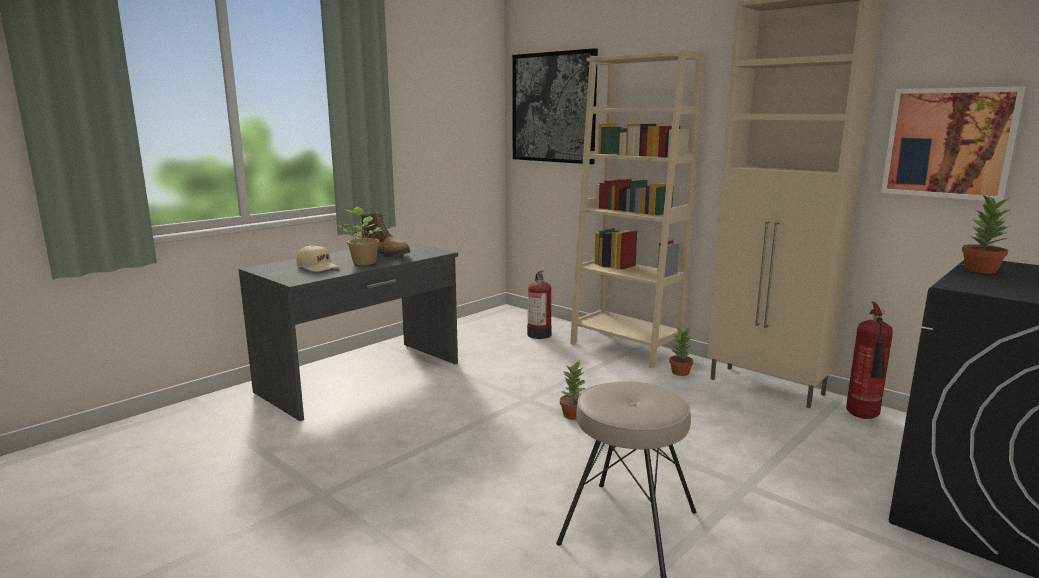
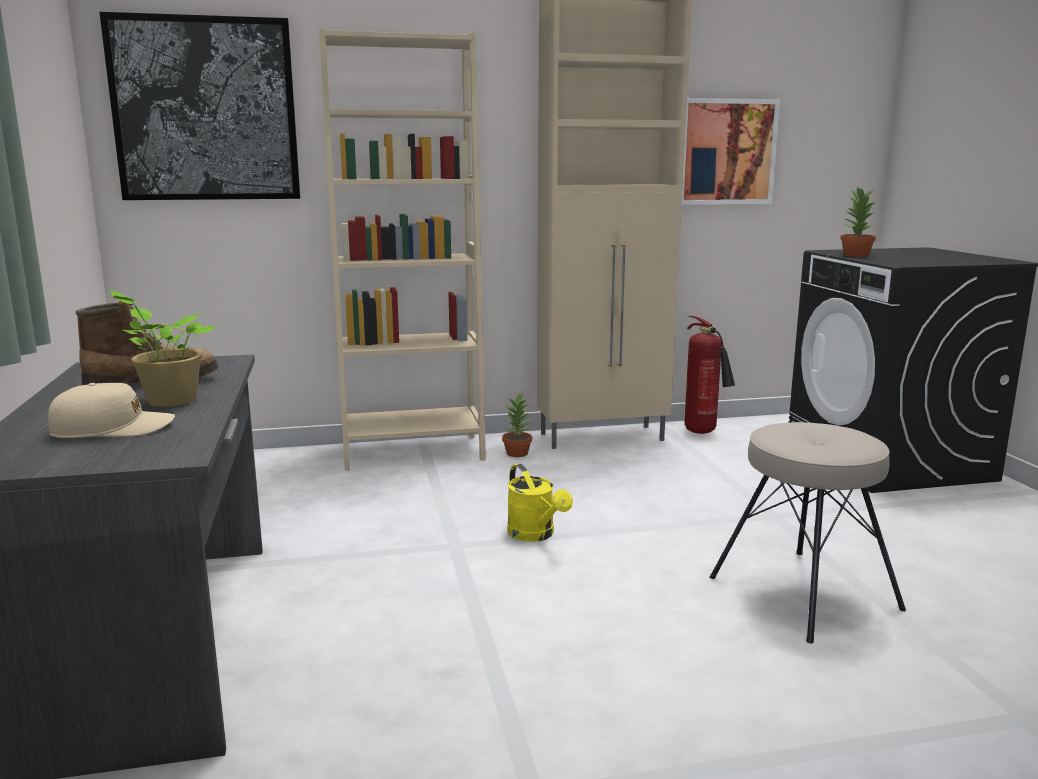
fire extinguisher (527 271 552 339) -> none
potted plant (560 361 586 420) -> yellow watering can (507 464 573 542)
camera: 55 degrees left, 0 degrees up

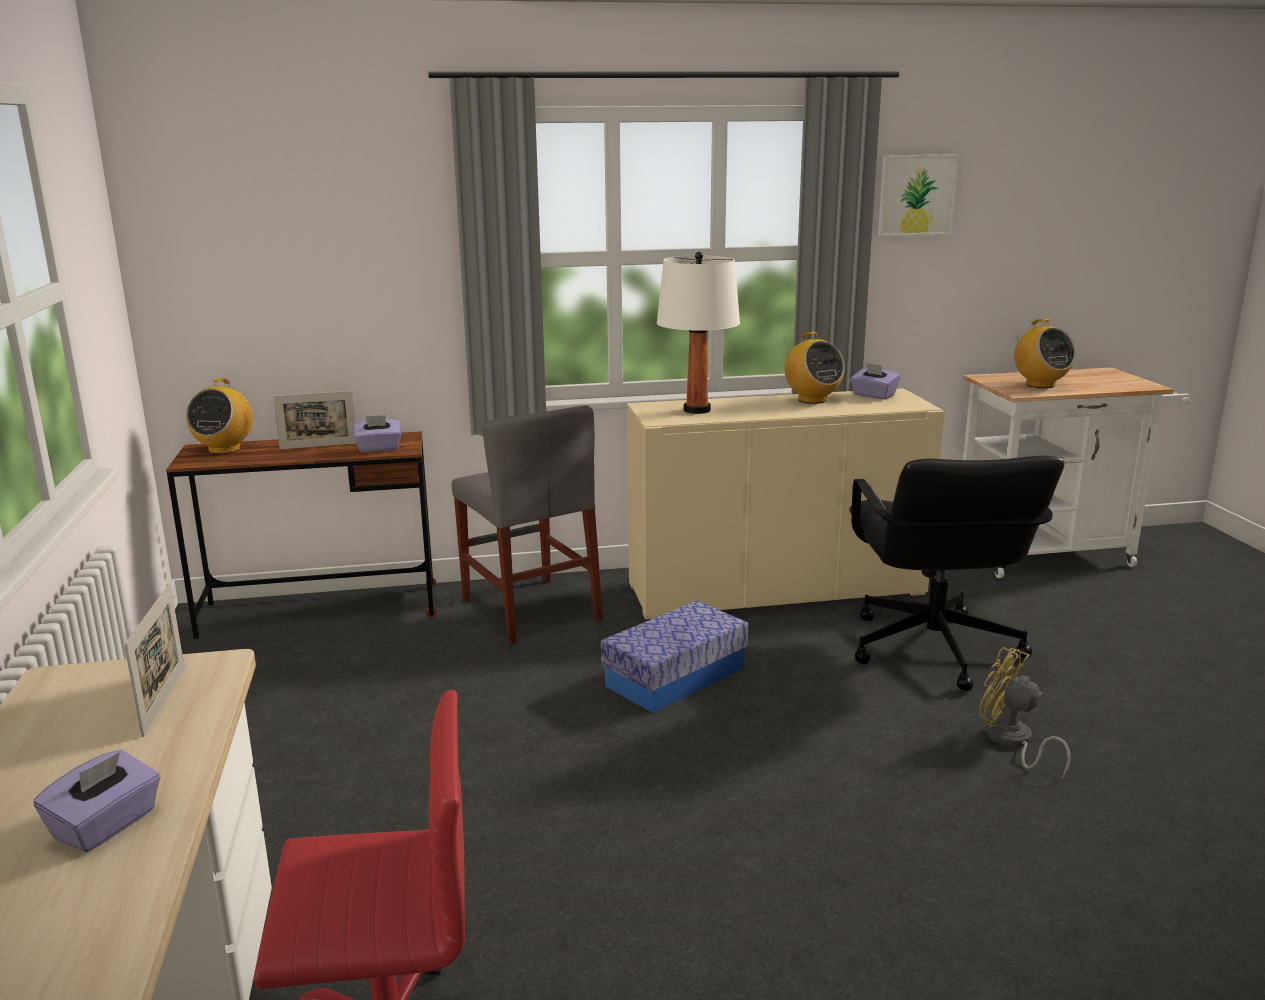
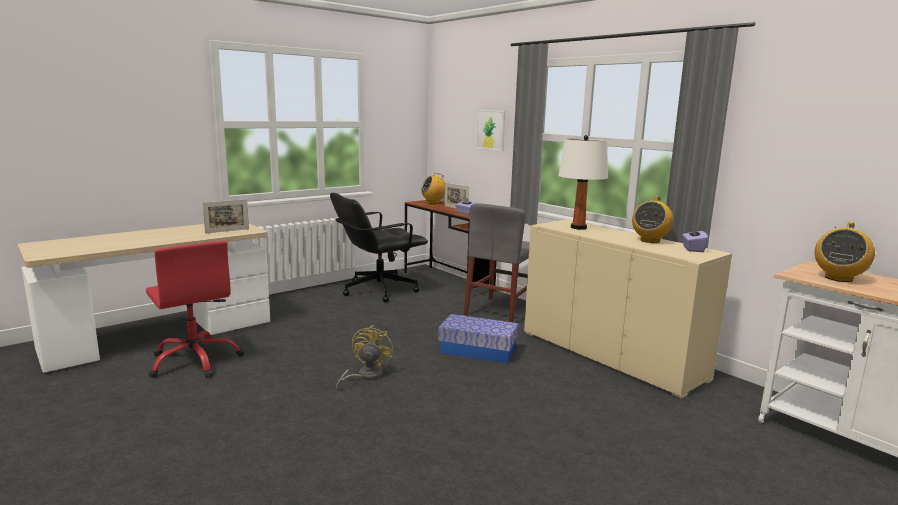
picture (878 154 959 236) -> picture (476 110 506 151), shifted
black office chair (849 456 1065 691) -> black office chair (330 193 428 303), shifted
yellow fan (979 647 1071 779) -> yellow fan (336 325 393 390), shifted
purple tissue box (33 749 160 852) -> none
camera: 60 degrees right, 5 degrees down

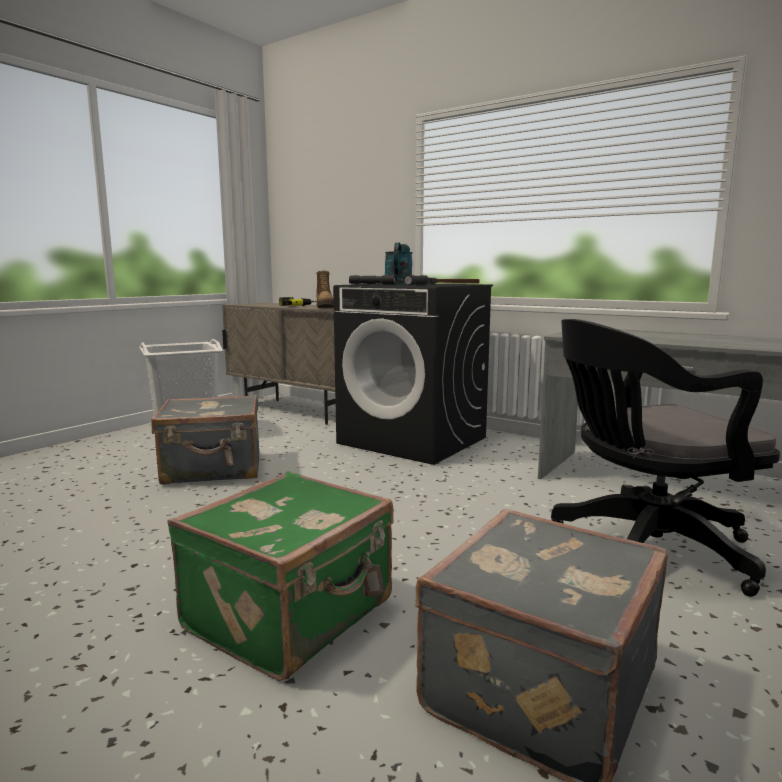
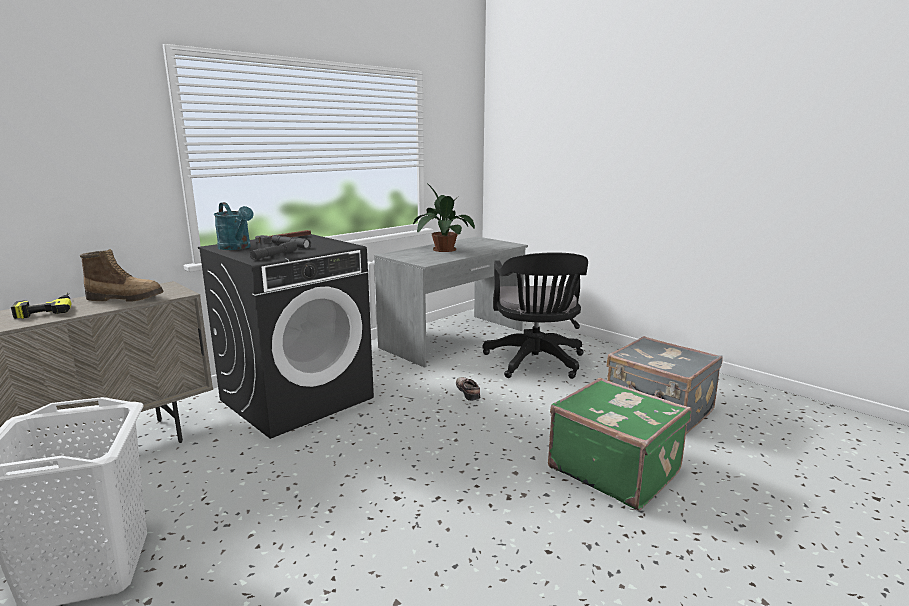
turquoise watering can (385 243 413 284) -> turquoise watering can (214 202 253 250), 150 degrees counterclockwise
grey suitcase (151 395 260 485) -> none
none -> potted plant (413 183 475 252)
none -> shoe (456 377 480 401)
camera: 80 degrees left, 5 degrees up

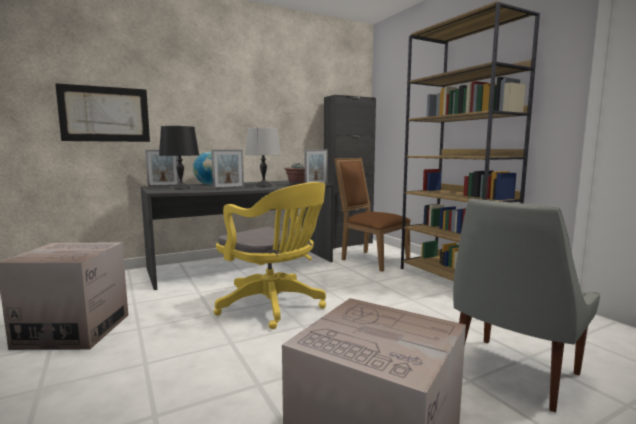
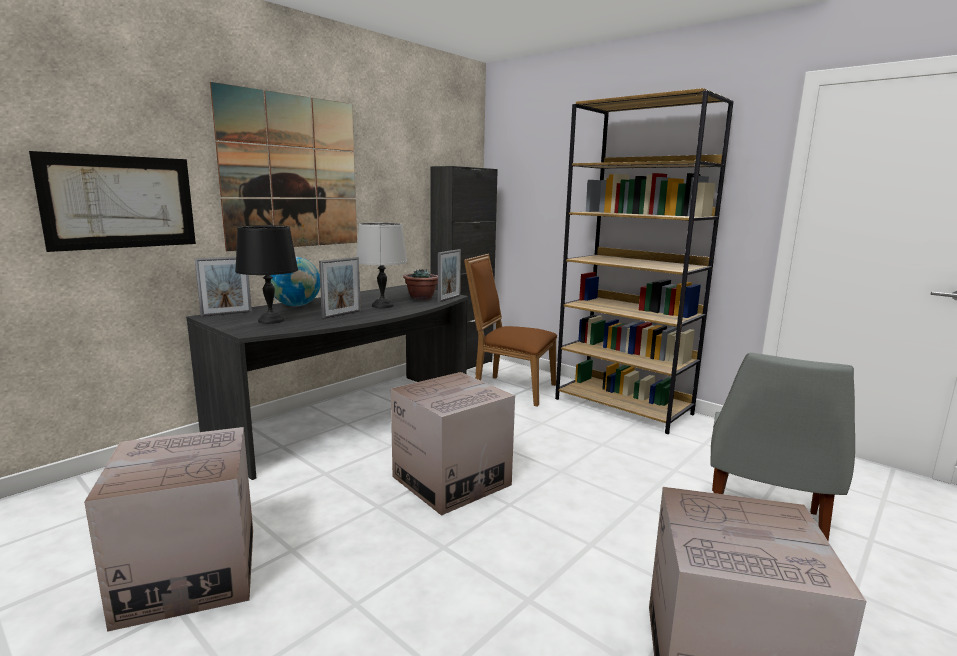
yellow office chair (214 182 326 329) -> cardboard box (391 372 515 516)
none -> picture (210 82 357 251)
camera: 20 degrees left, 5 degrees up

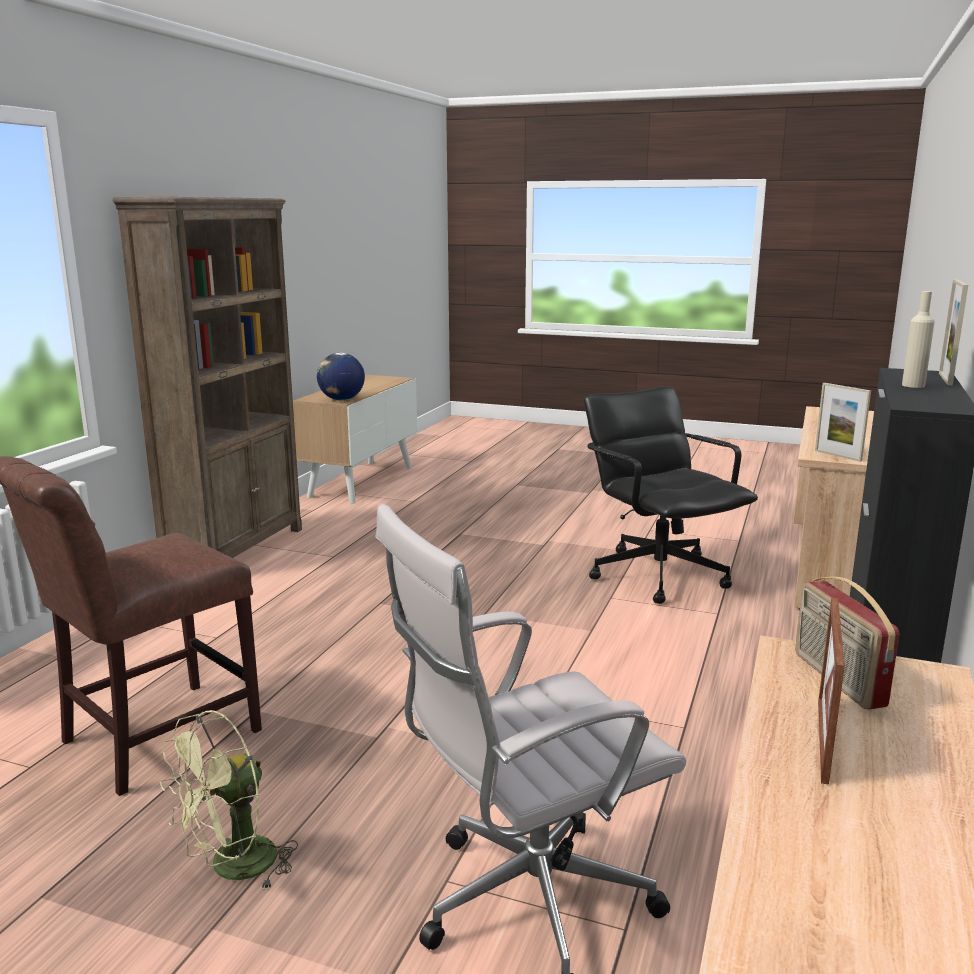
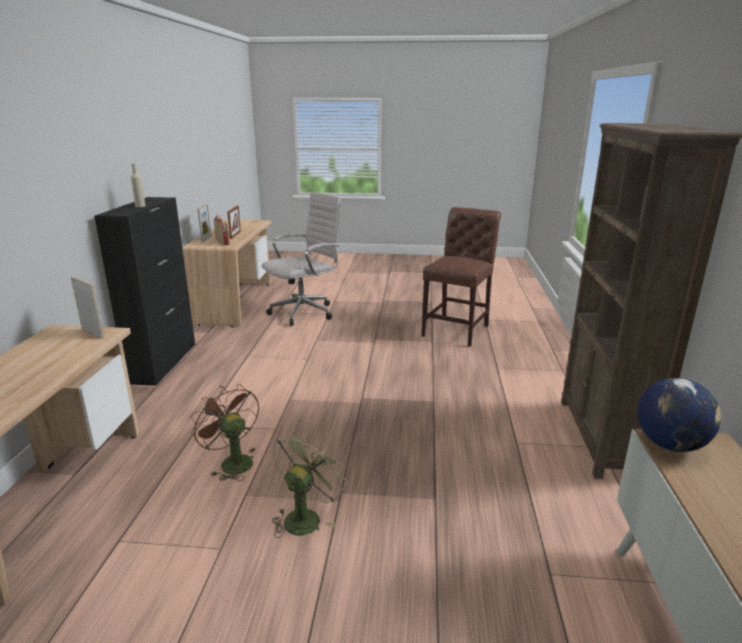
picture frame (939 279 968 385) -> picture frame (197 204 211 243), shifted
black office chair (584 386 758 604) -> brown fan (190 384 259 481)
green fan (160 710 298 891) -> green fan (272 431 347 538), shifted
camera: 165 degrees right, 5 degrees up

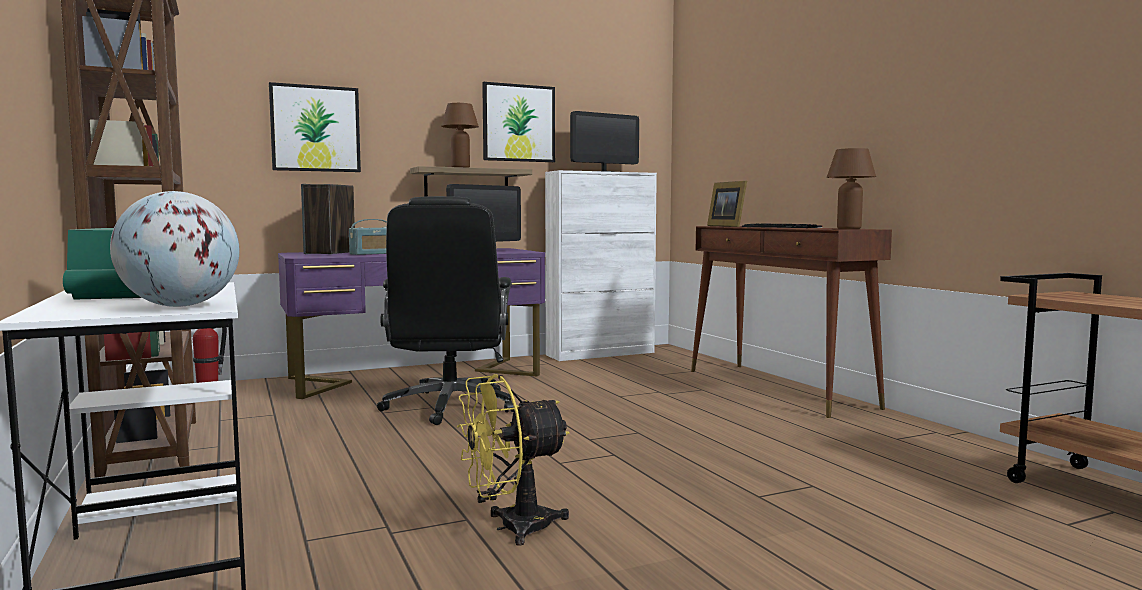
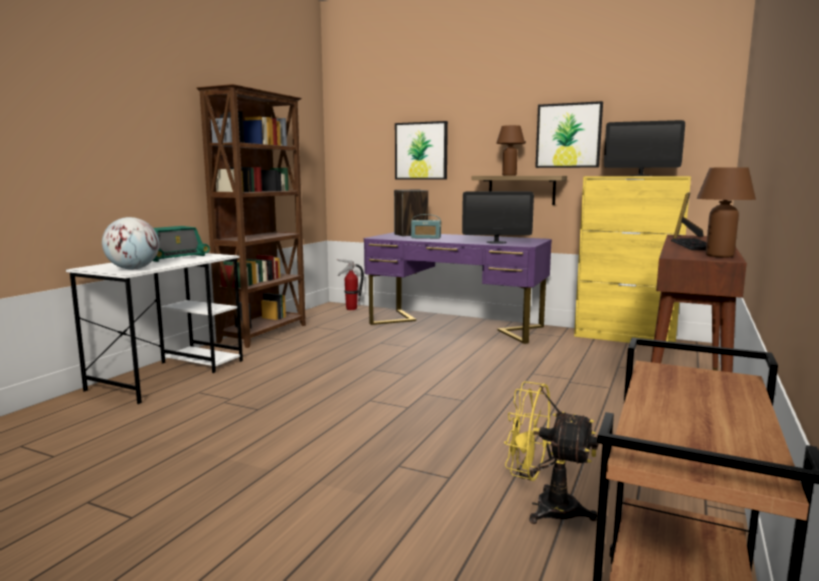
white cabinet (545 170 657 361) -> yellow cabinet (574 176 691 343)
black office chair (377 196 514 425) -> none
yellow fan (457 374 570 546) -> yellow fan (504 381 599 524), shifted
camera: 50 degrees right, 5 degrees up

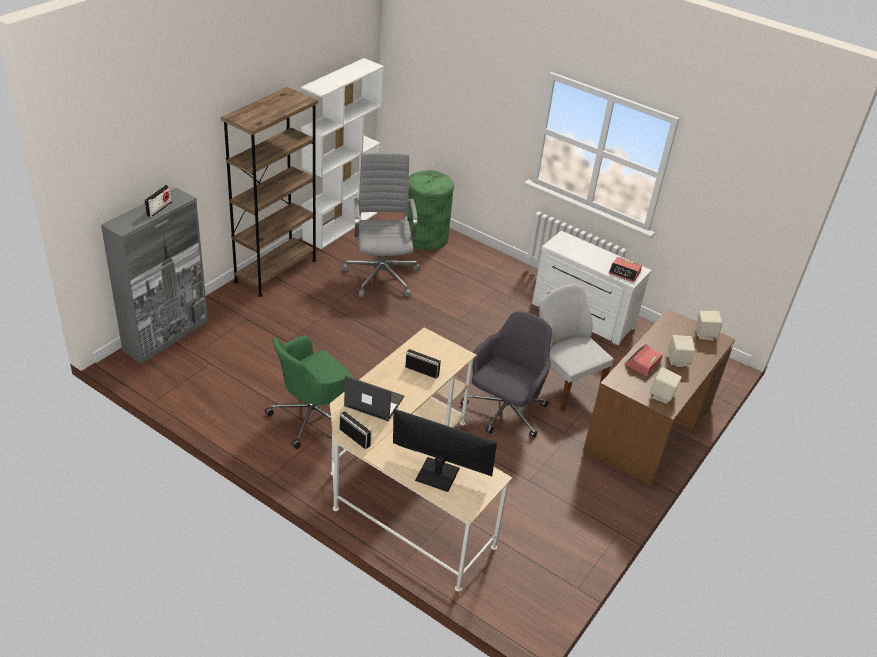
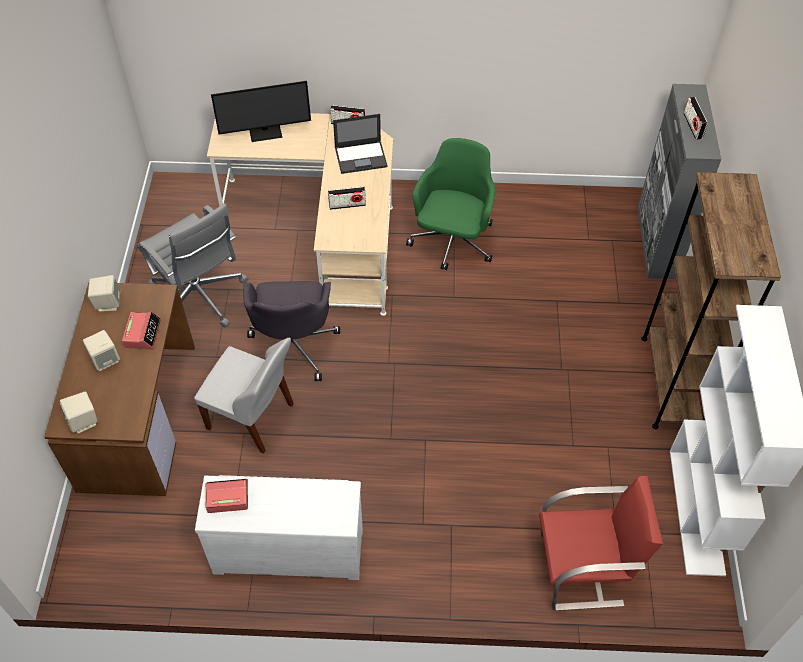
grey office chair (342 153 421 297) -> grey office chair (137 203 249 328), shifted
green trash can (404 170 454 250) -> red chair (539 476 663 611)
camera: 150 degrees right, 15 degrees up

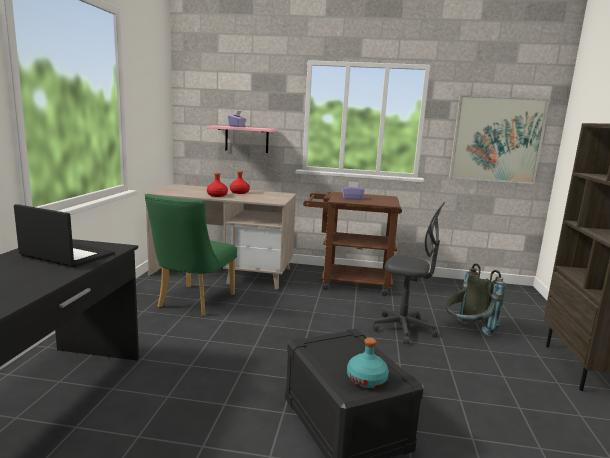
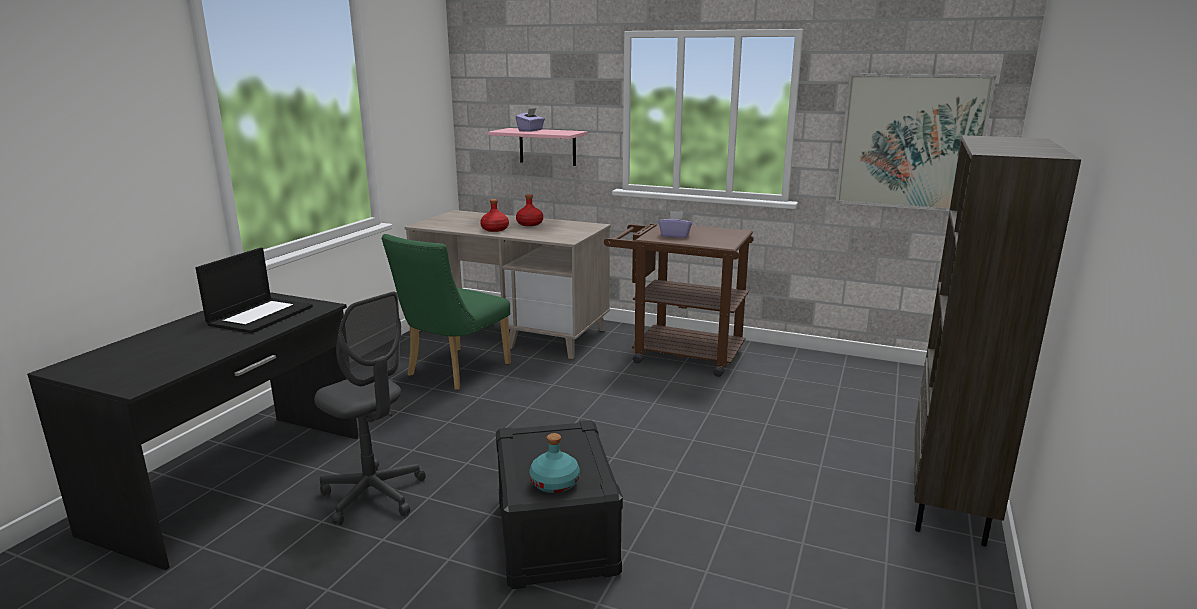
grey office chair (373 202 445 344) -> grey office chair (314 292 426 525), shifted
laptop (14 204 115 268) -> laptop (195 248 313 333), 75 degrees clockwise
grey backpack (446 263 506 337) -> none
camera: 15 degrees right, 5 degrees up

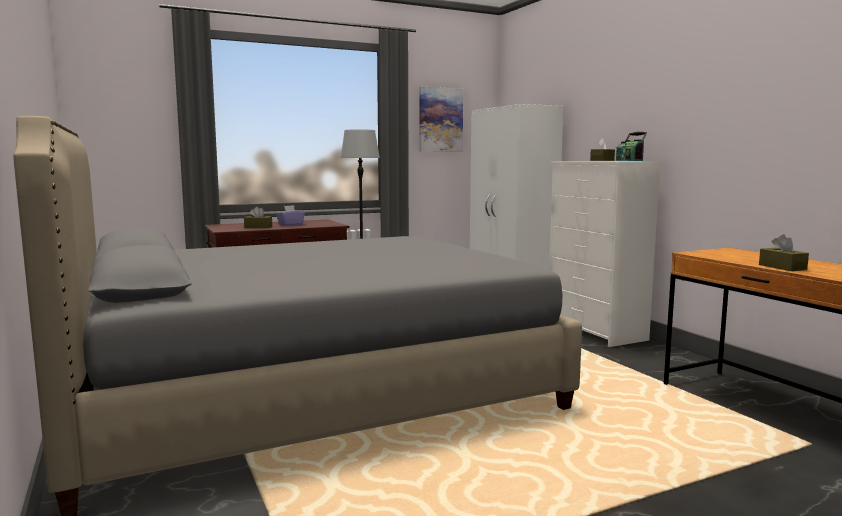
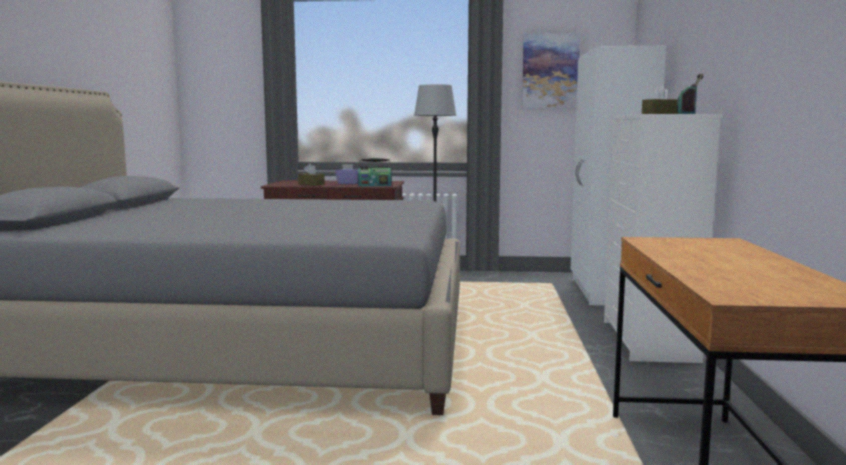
brown tissue box (759 234 809 271) -> none
none -> radio (358 158 392 186)
camera: 30 degrees right, 0 degrees up

